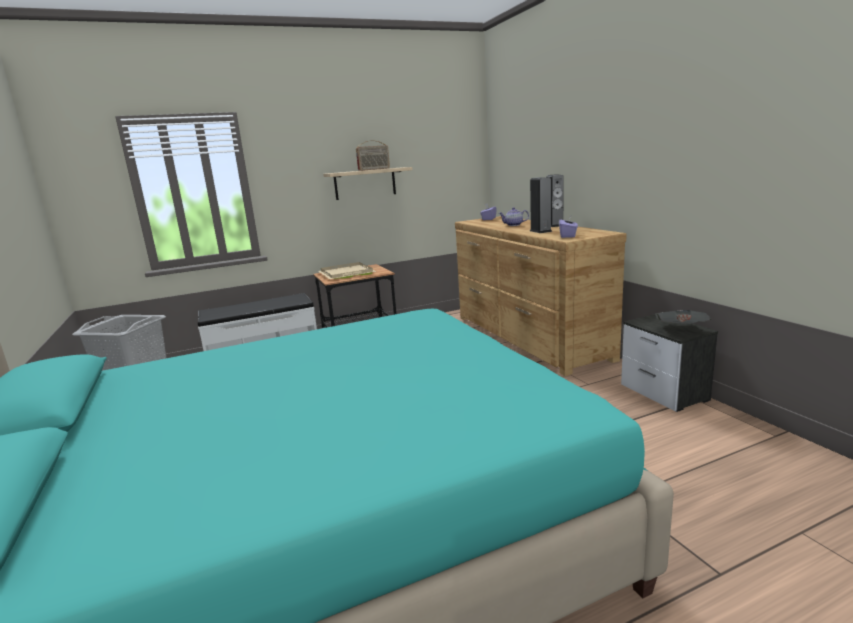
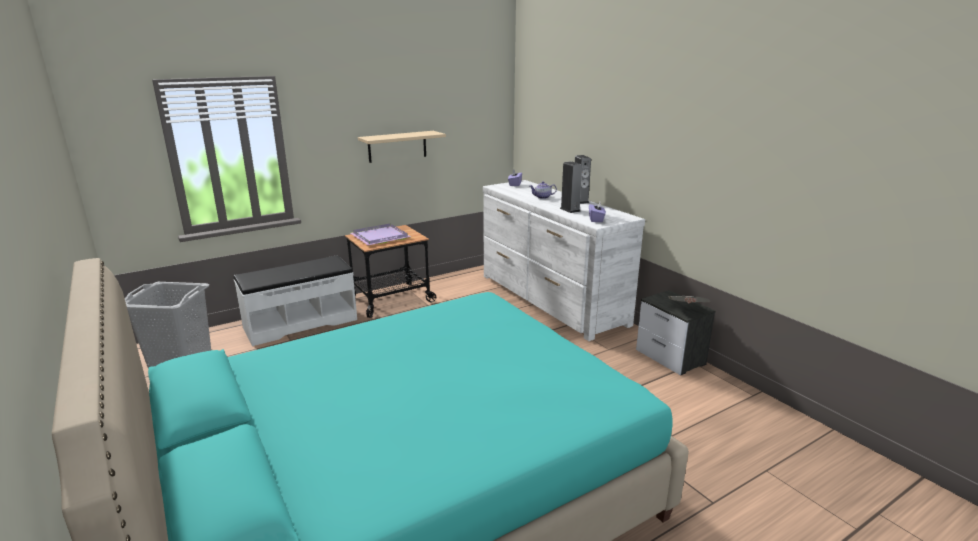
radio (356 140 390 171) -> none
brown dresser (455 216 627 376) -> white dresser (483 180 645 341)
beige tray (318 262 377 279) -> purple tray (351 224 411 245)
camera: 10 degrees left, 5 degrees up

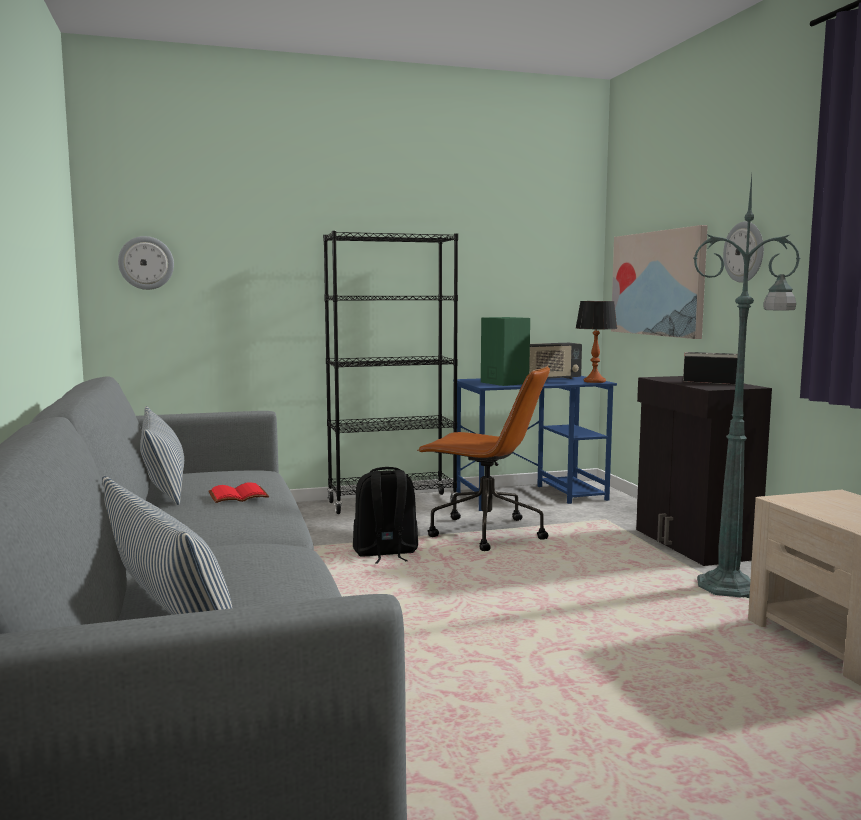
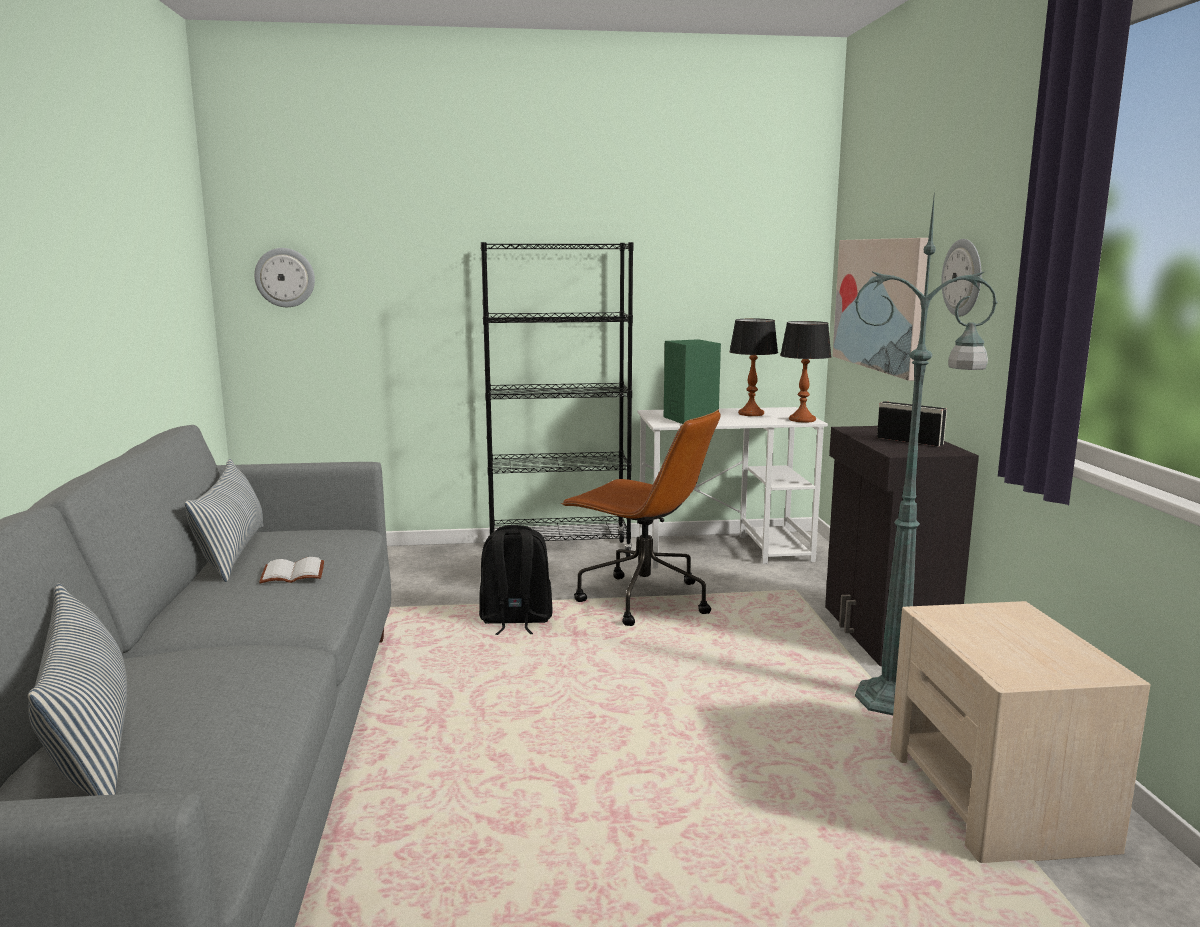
radio (529 343 582 379) -> table lamp (729 319 778 416)
blue desk (453 376 617 511) -> white desk (638 407 828 568)
red book (209 482 269 503) -> white book (259 557 324 584)
camera: 10 degrees right, 5 degrees up

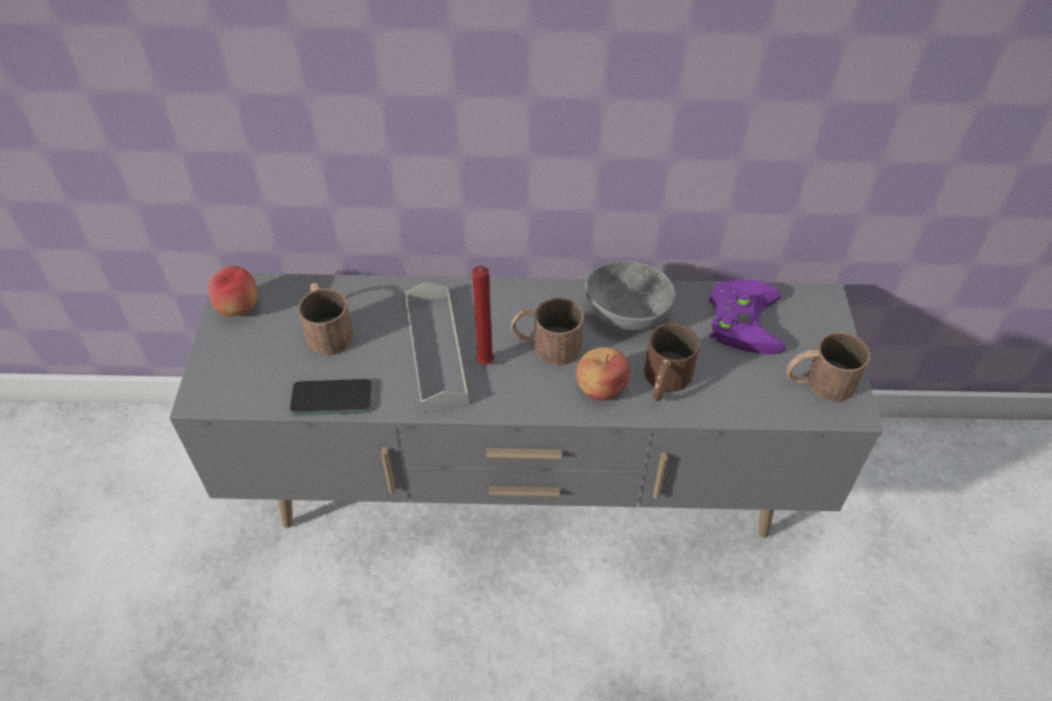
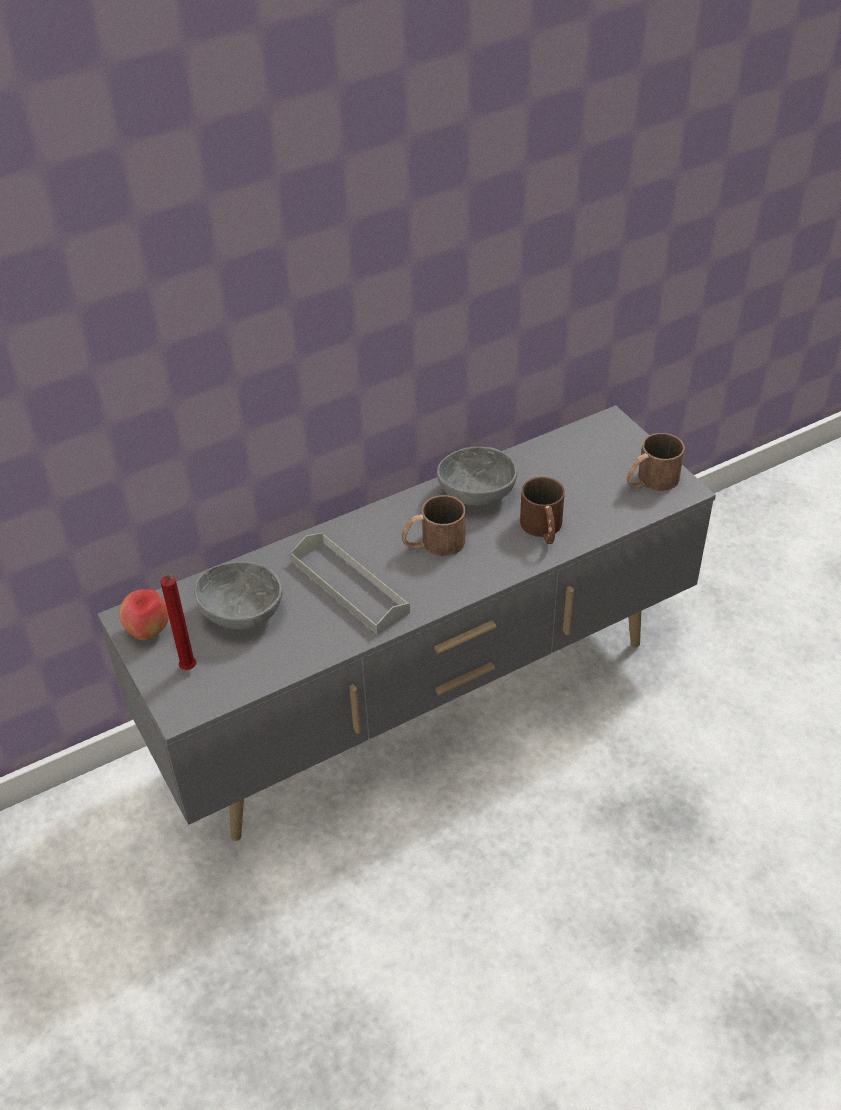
red candle (472 266 494 365) -> red candle (160 575 196 670), shifted
purple game controller (709 280 786 355) -> none
brown mug (298 282 354 355) -> grey bowl (194 562 283 629)
apple (576 347 631 401) -> none
phone (289 379 373 415) -> none
camera: 30 degrees left, 5 degrees down

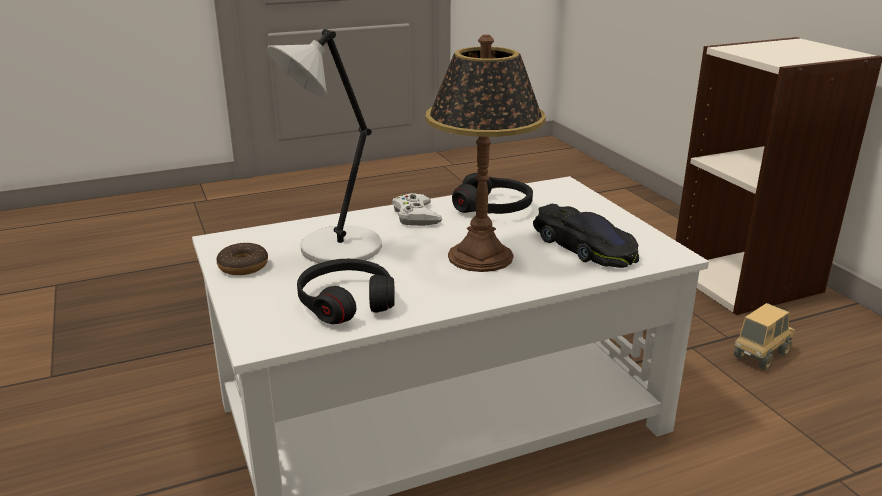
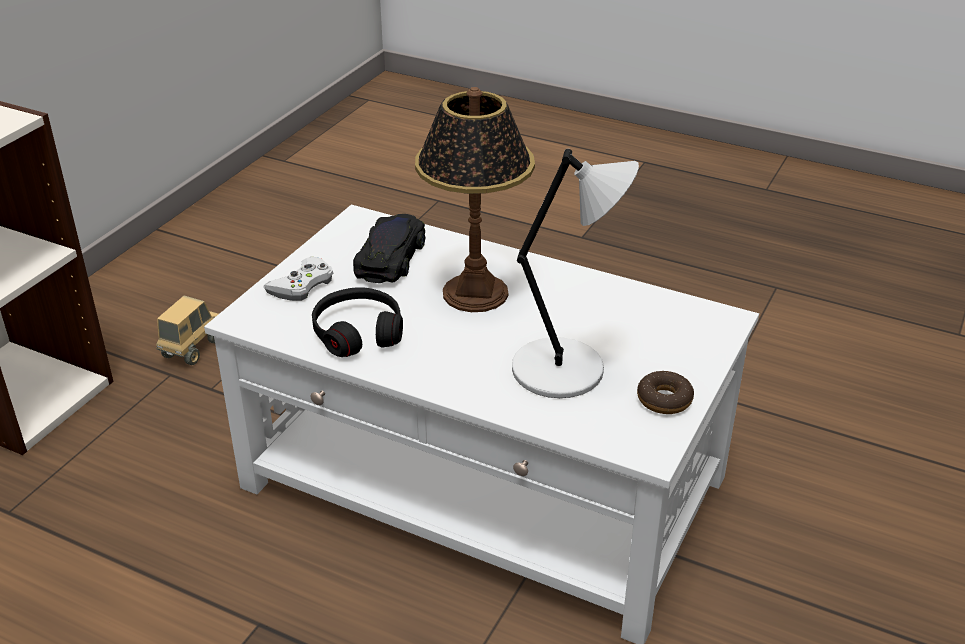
white game controller (392 193 442 226) -> white game controller (263 256 334 301), shifted
black headphones (297 259 395 324) -> none
toy truck (734 303 795 370) -> toy truck (156 296 218 365), 105 degrees clockwise
camera: 130 degrees left, 10 degrees up

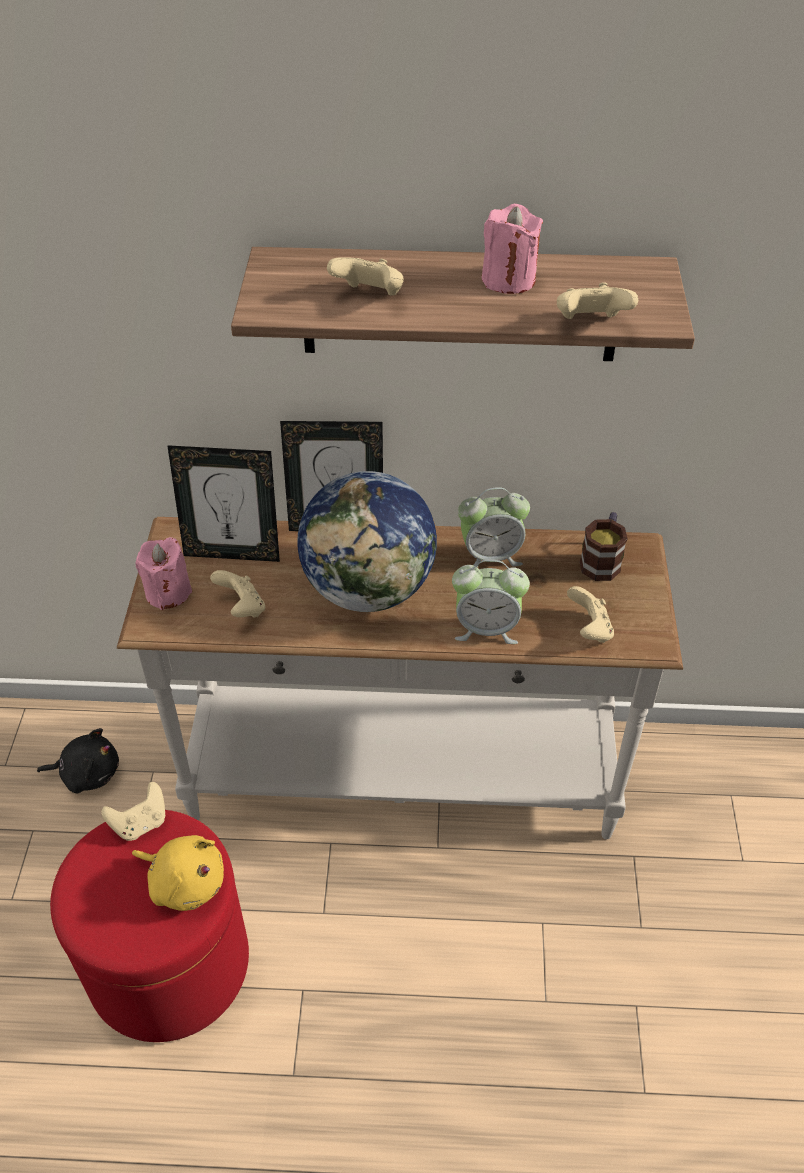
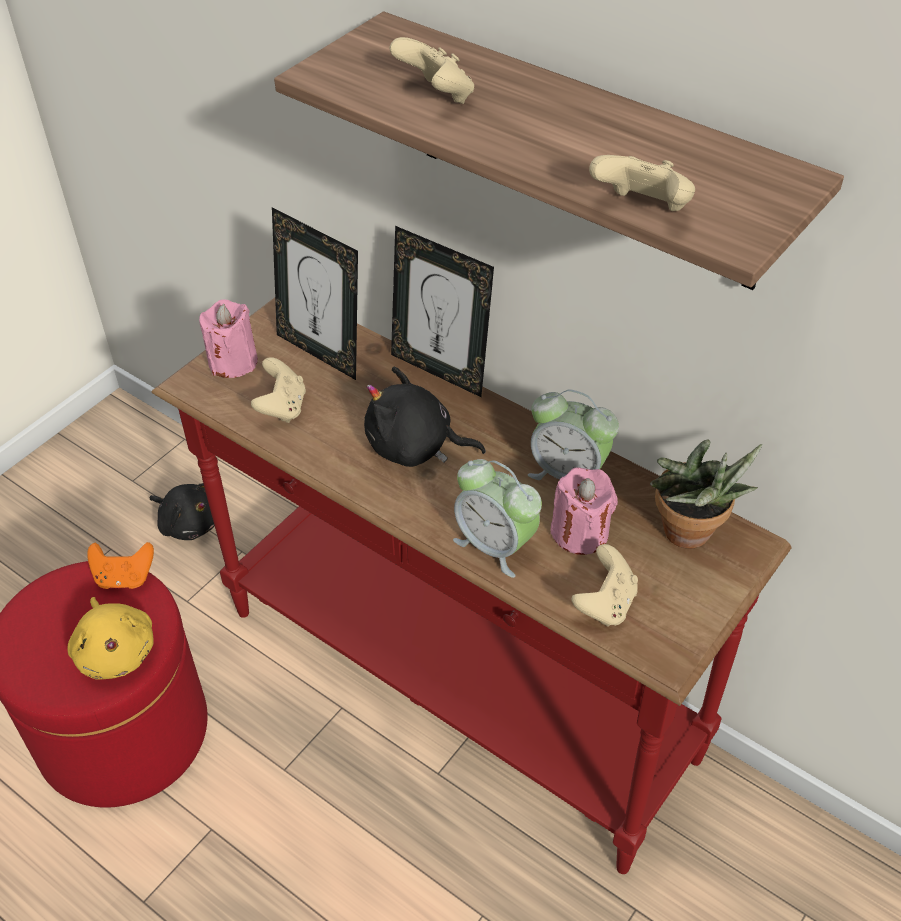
pink candle (482 204 543 294) -> pink candle (550 467 618 555), shifted
globe (297 471 437 612) -> black plush toy (364 367 486 467)
mug (580 512 628 581) -> potted plant (650 440 762 549)
white console table (117 517 683 839) -> red console table (152 297 791 874)
beige game controller (101 782 165 841) -> orange game controller (87 542 154 589)
camera: 35 degrees right, 0 degrees up

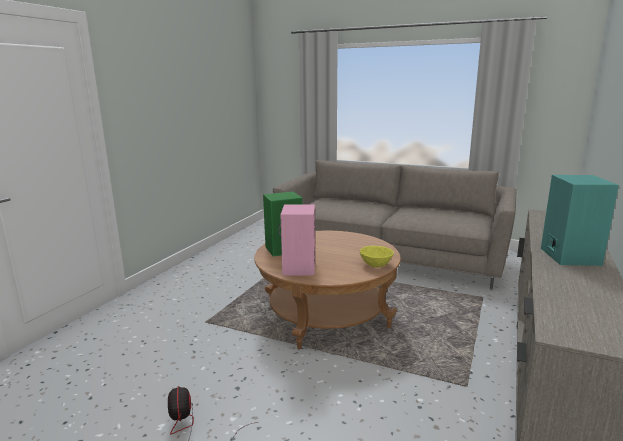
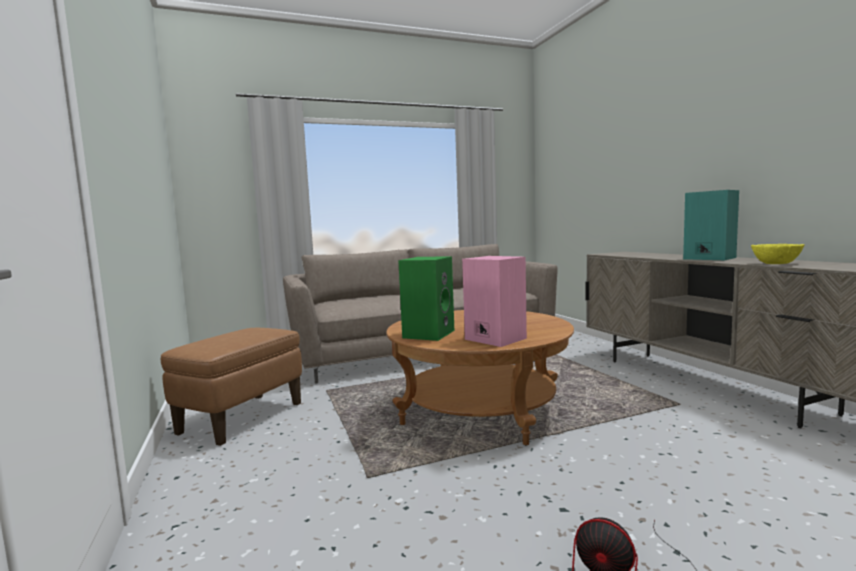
yellow bowl (360 246 394 267) -> yellow bowl (751 244 805 264), shifted
none -> brown ottoman (161 328 302 446)
camera: 45 degrees left, 10 degrees down

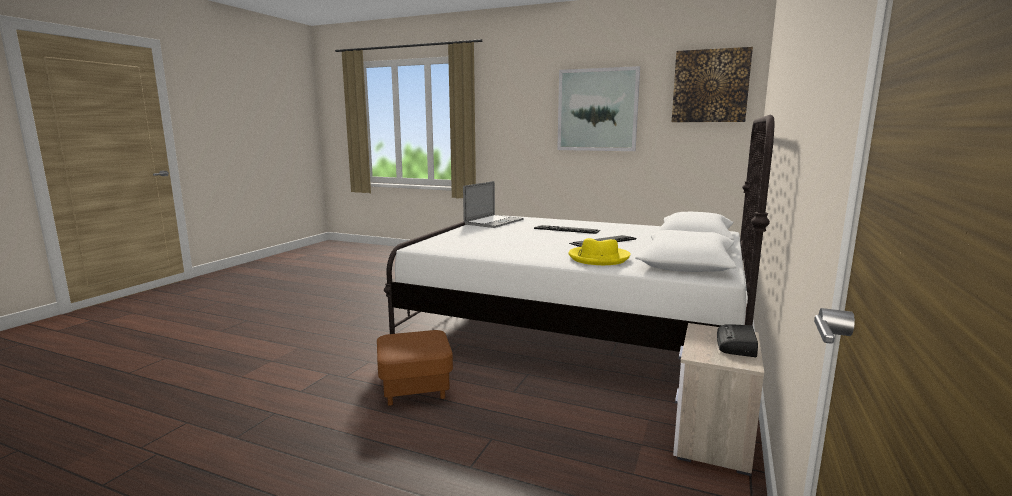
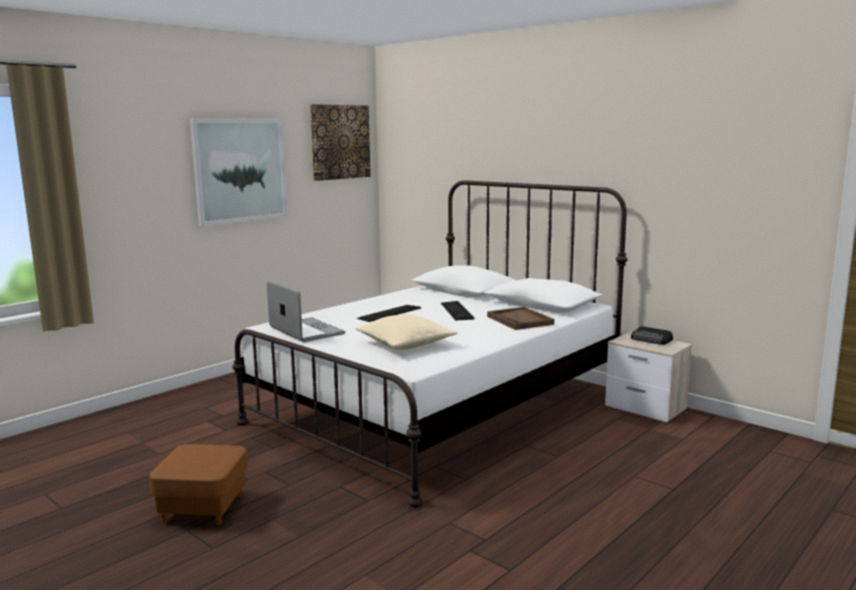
yellow hat (568 238 631 265) -> brown tray (487 307 554 330)
brown ottoman (377 330 453 406) -> brown ottoman (149 444 248 525), shifted
none -> beige pillow (356 315 458 350)
camera: 70 degrees left, 0 degrees up

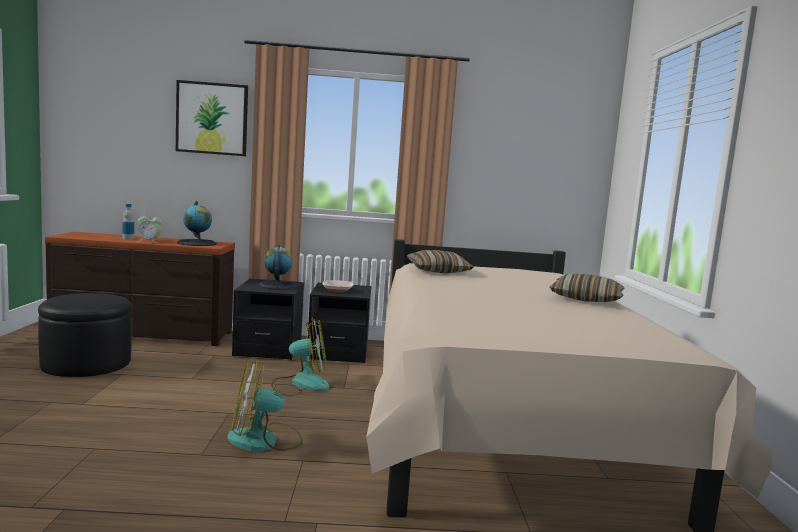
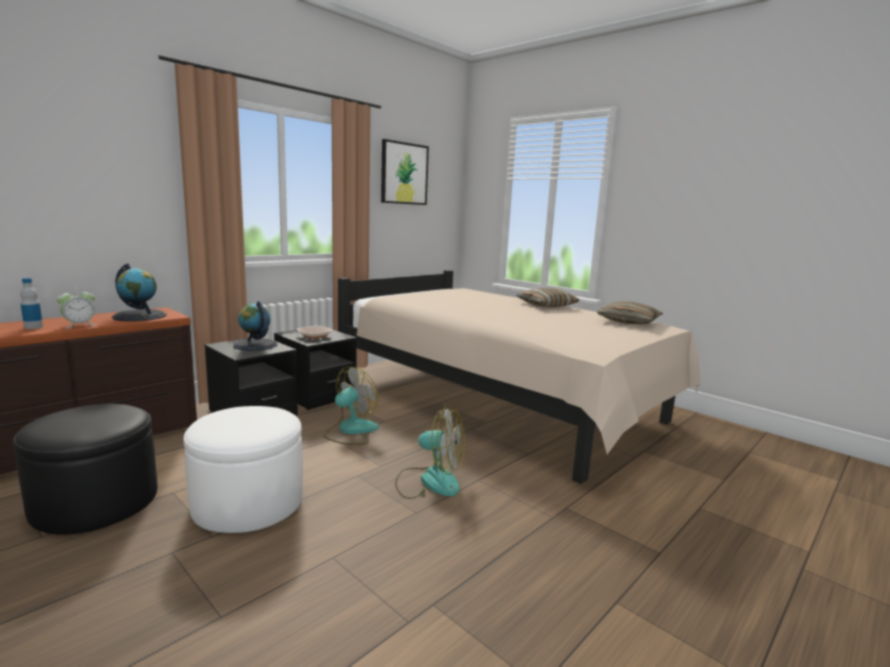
picture (176 80 248 156) -> picture (381 139 429 205), shifted
pillow (406 250 474 273) -> pillow (597 302 663 324), shifted
fan (227 360 303 452) -> fan (395 406 465 499), 105 degrees counterclockwise
none -> white ottoman (184 406 303 533)
camera: 45 degrees left, 5 degrees up

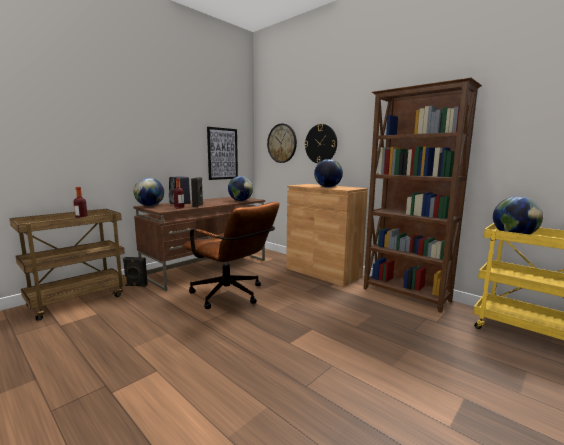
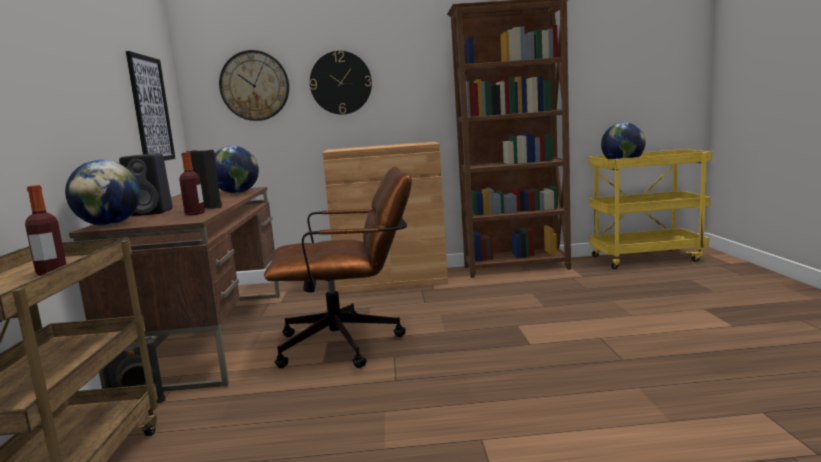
globe (314 159 343 188) -> none
camera: 45 degrees left, 0 degrees up

